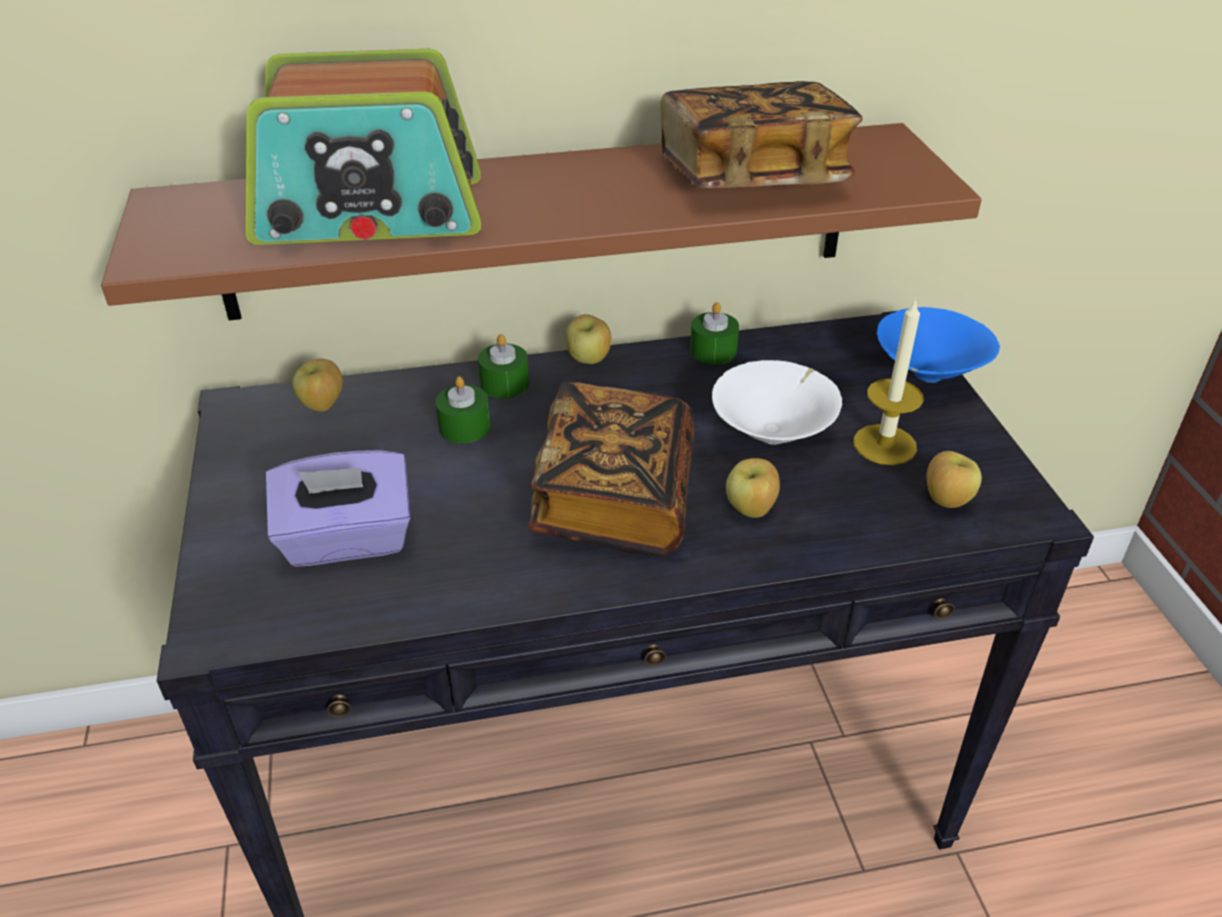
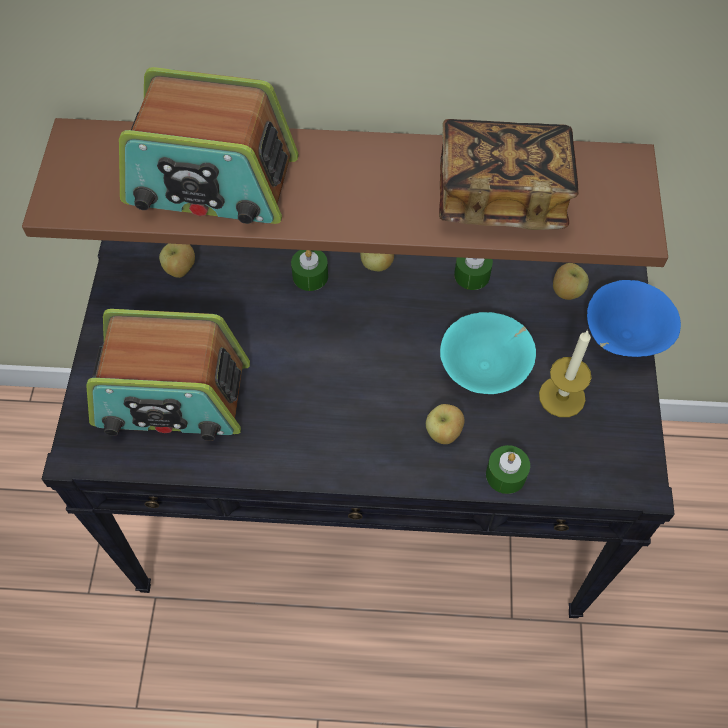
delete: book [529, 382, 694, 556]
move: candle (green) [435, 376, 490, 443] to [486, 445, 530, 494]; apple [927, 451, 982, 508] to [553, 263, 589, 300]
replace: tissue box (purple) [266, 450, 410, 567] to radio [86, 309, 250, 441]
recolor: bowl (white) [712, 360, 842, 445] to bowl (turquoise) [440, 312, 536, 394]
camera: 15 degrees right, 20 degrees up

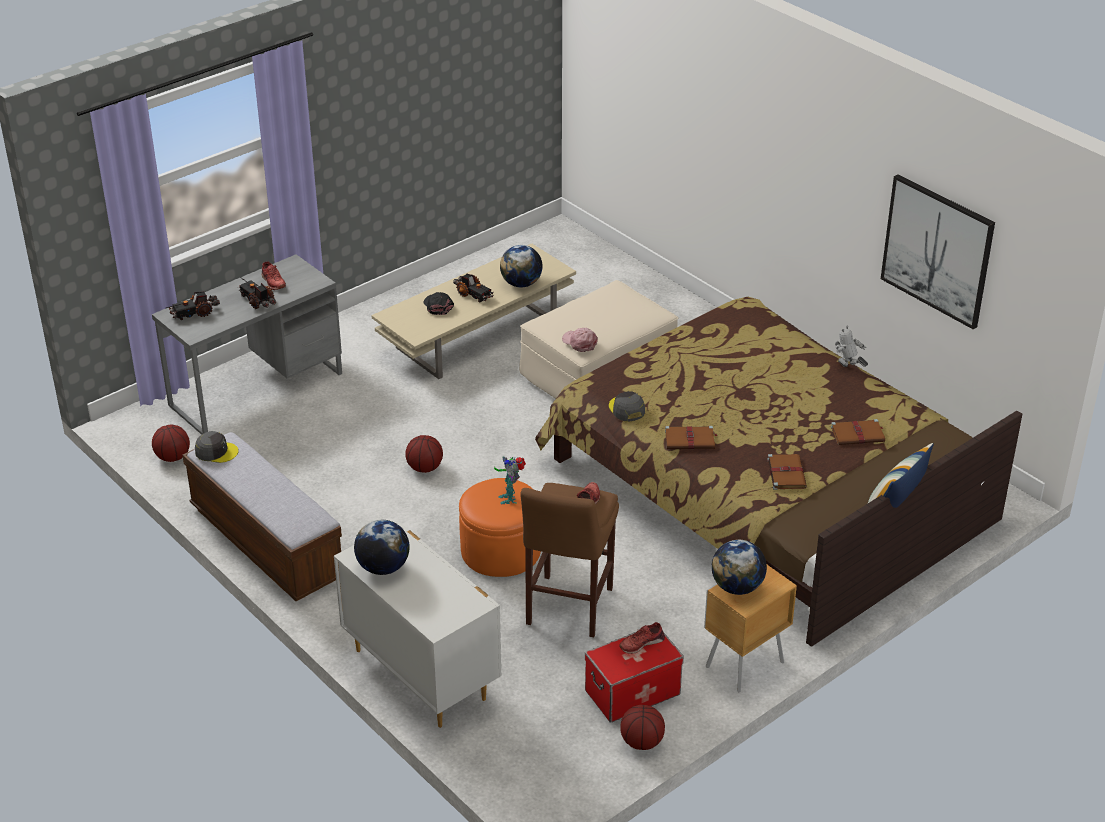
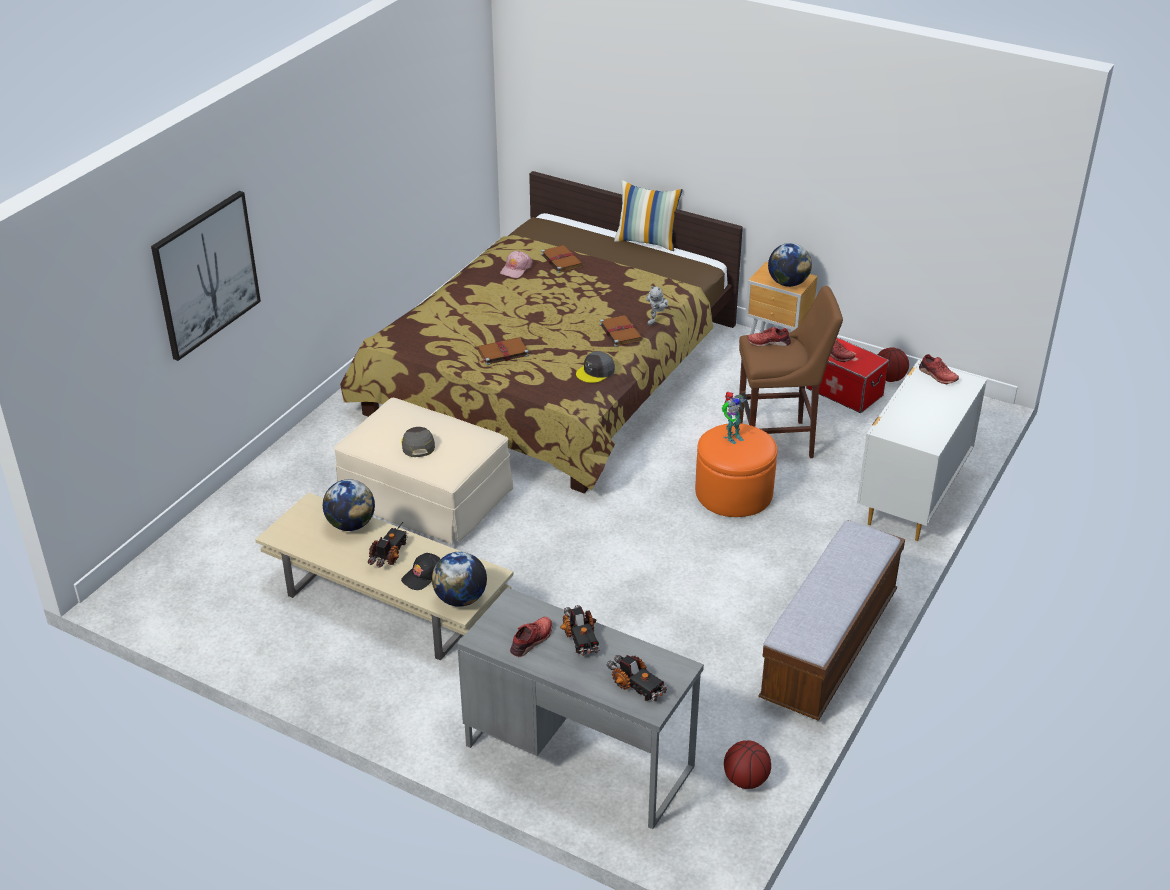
delete: basketball [405, 435, 443, 473]
insert: shoe (red) [919, 354, 959, 384]
move: picture [881, 174, 995, 329] to [151, 191, 261, 361]; toy robot [835, 325, 868, 367] to [646, 286, 668, 326]; cap (pink) [562, 328, 598, 352] to [500, 251, 533, 278]; cap (grey) [195, 431, 239, 463] to [401, 427, 435, 457]; book (brown) [767, 454, 807, 490] to [477, 337, 529, 365]; globe [354, 520, 410, 575] to [432, 552, 487, 607]
rotate: toy truck [238, 277, 276, 309] = [560, 605, 600, 656] 45 degrees counterclockwise
camera: 110 degrees left, 0 degrees up

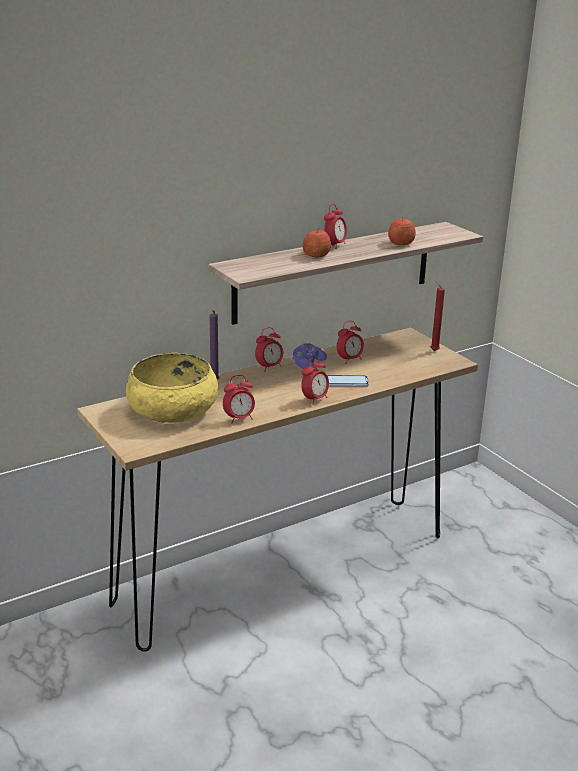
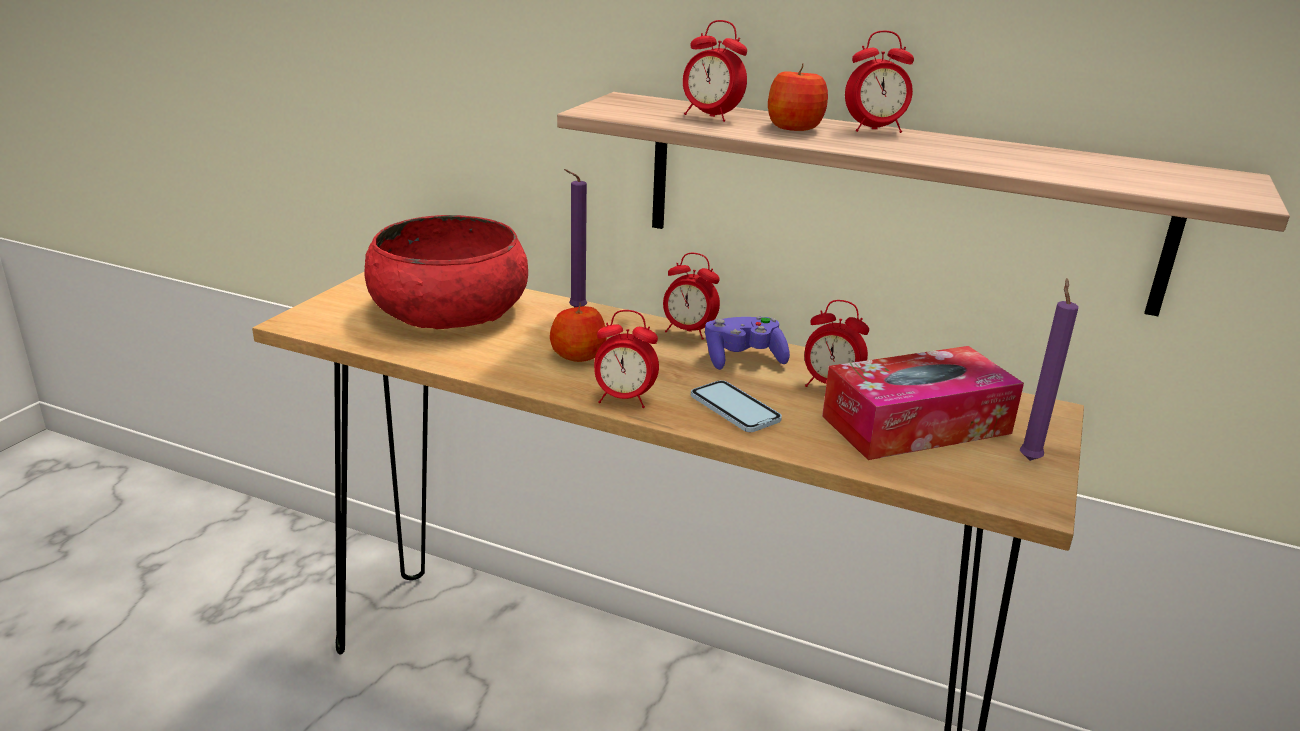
insert: tissue box [822, 346, 1024, 460]
move: apple [388, 217, 416, 245] to [550, 303, 607, 362]; alarm clock [223, 375, 255, 423] to [683, 20, 747, 122]
recolor: candle (red) [431, 280, 445, 351] to candle (purple) [1020, 278, 1079, 461]; bowl (yellow) [126, 353, 218, 423] to bowl (red) [364, 215, 528, 329]
camera: 55 degrees right, 0 degrees up

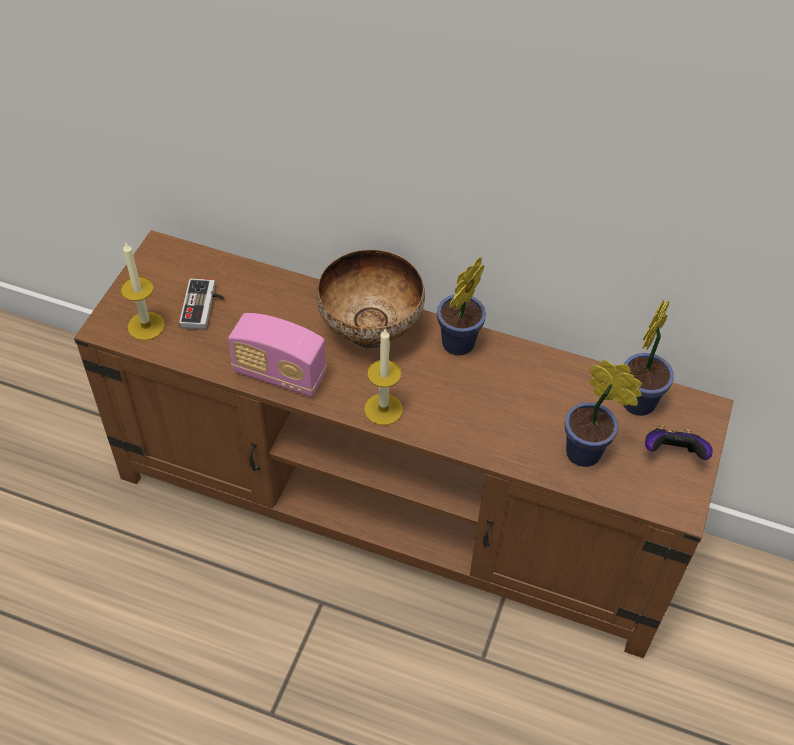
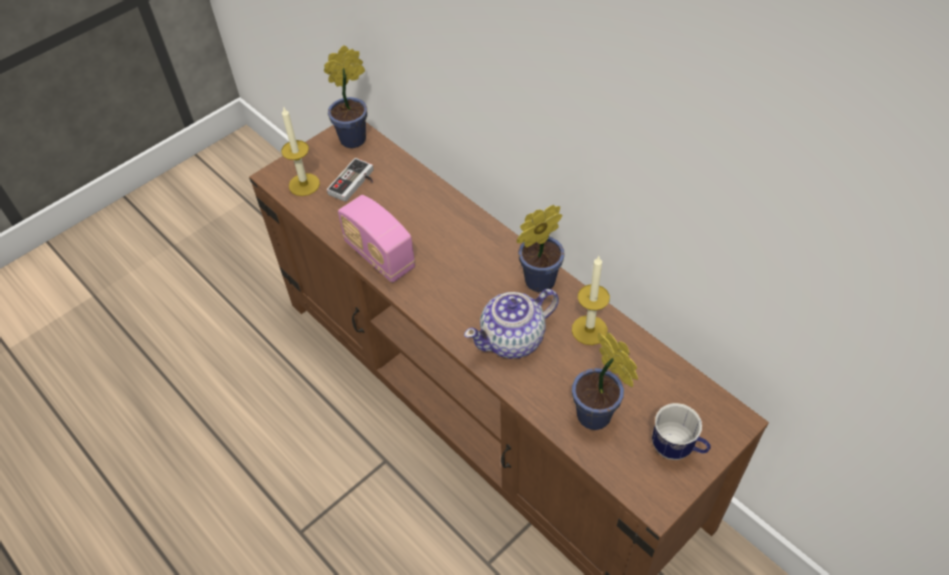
delete: bowl [317, 249, 425, 348]
insert: teapot [464, 289, 559, 359]
move: potted plant [623, 300, 674, 416] to [324, 45, 367, 148]; candle [364, 329, 403, 425] to [572, 256, 610, 345]
replace: game controller [645, 425, 713, 460] to mug [652, 403, 711, 460]
camera: 30 degrees right, 0 degrees up

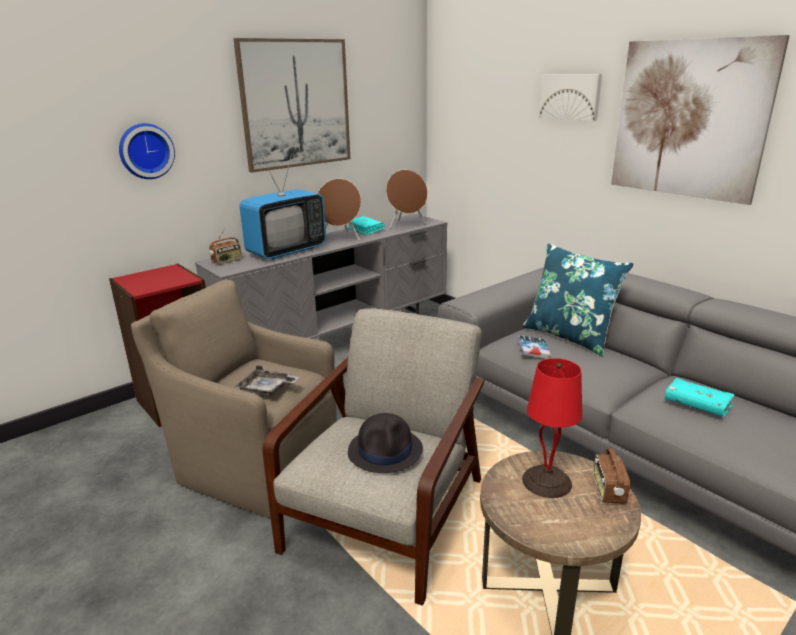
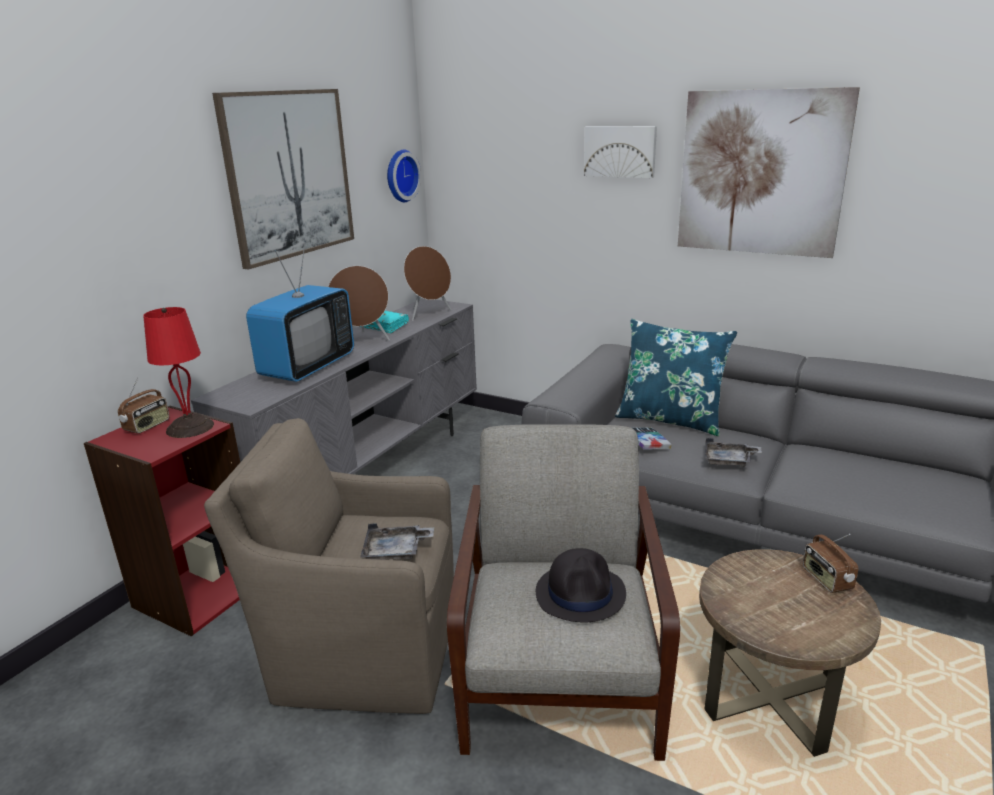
delete: book (turquoise) [665, 378, 735, 417]
insert: tray (grey) [705, 438, 762, 467]
move: wall clock [119, 123, 175, 179] to [387, 150, 421, 202]; radio [209, 228, 242, 264] to [118, 377, 170, 434]; table lamp (red) [522, 358, 582, 498] to [143, 307, 214, 438]
camera: 20 degrees left, 0 degrees up

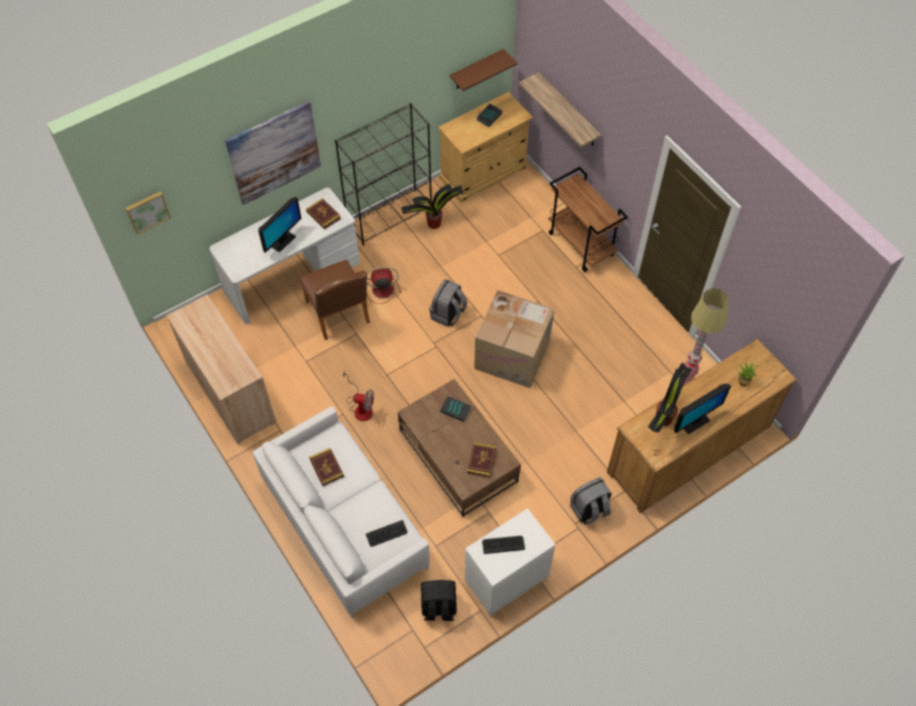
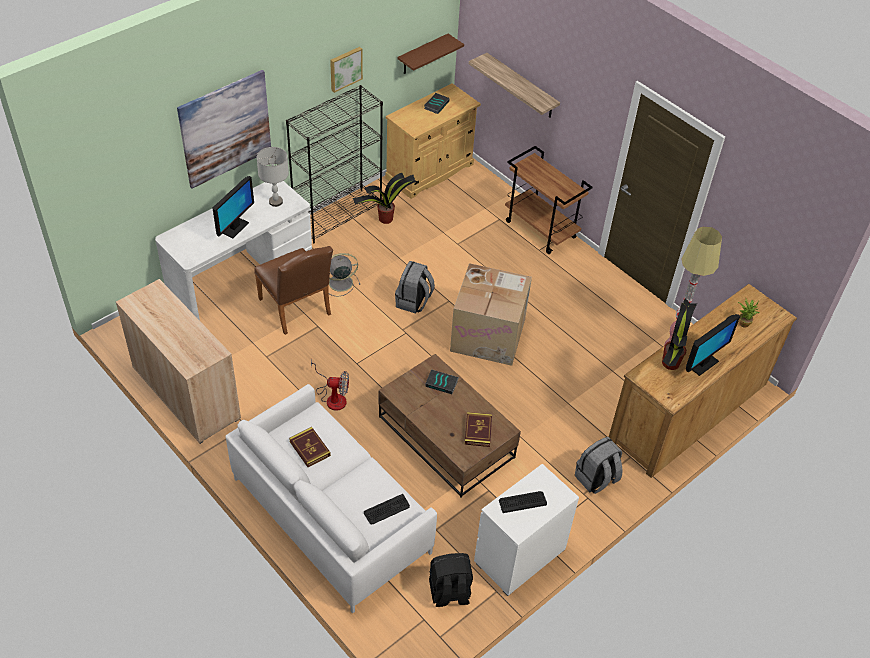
move: picture [126, 191, 171, 235] to [330, 47, 363, 93]
replace: book [306, 198, 341, 229] to table lamp (grey) [257, 147, 289, 207]
recolor: fan (red) [366, 266, 401, 304] to fan (grey) [329, 253, 360, 297]
camera: 10 degrees left, 10 degrees down

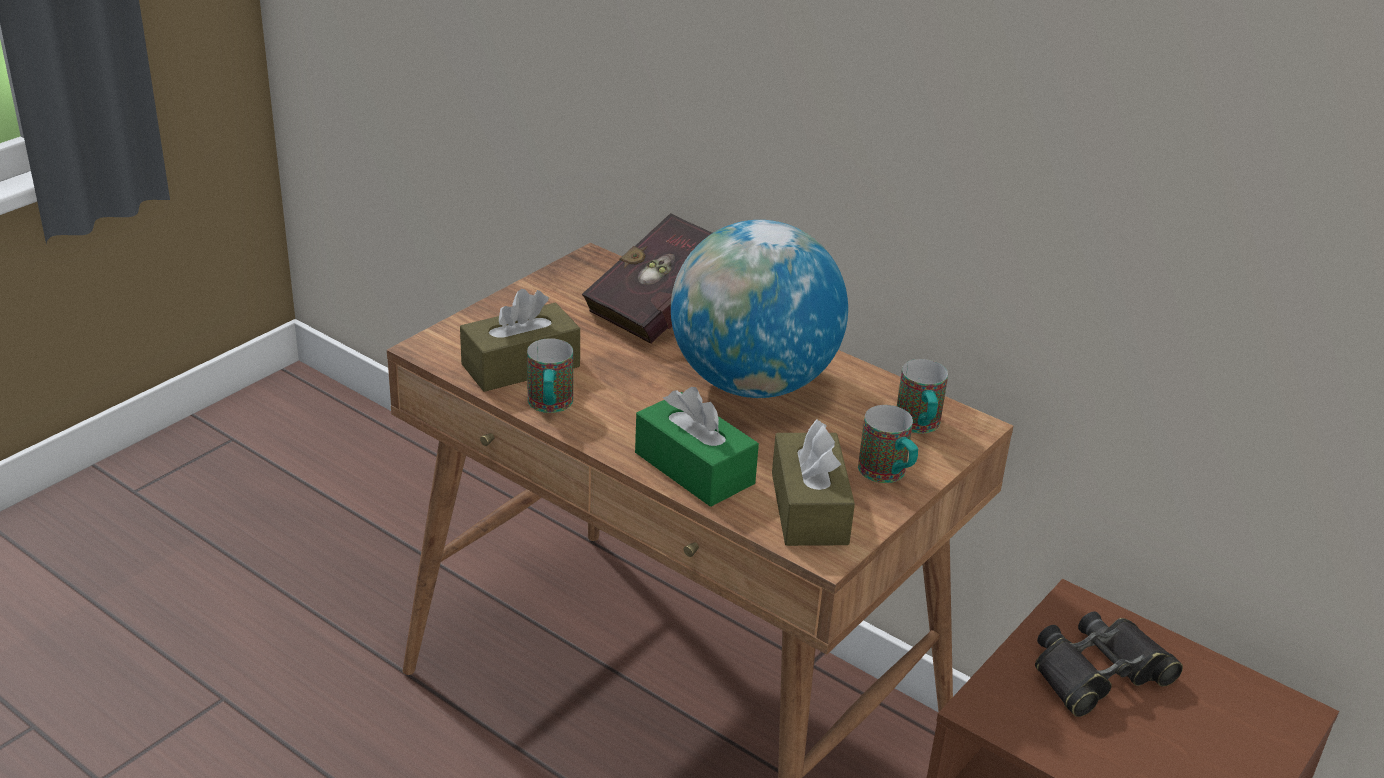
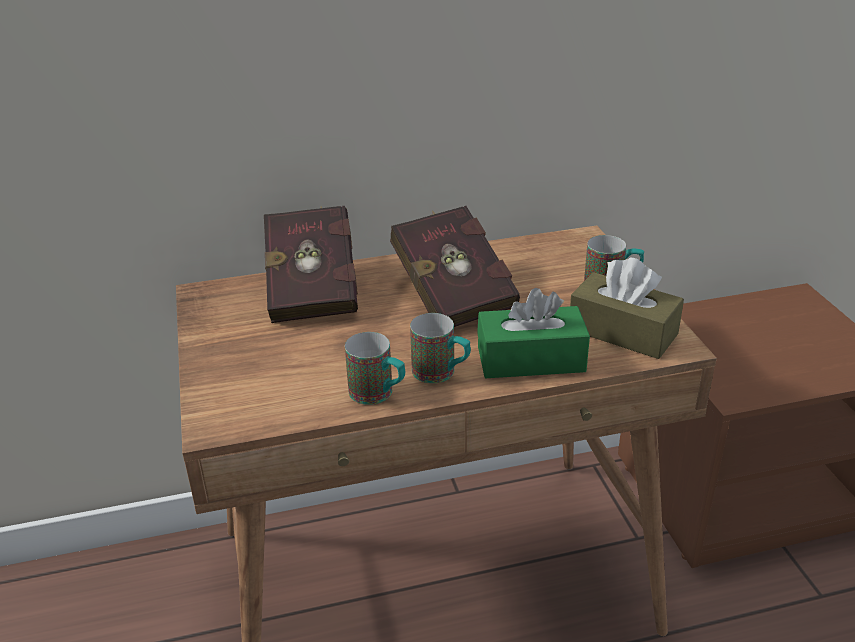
delete: tissue box (brown) [460, 289, 580, 392]; binoculars (black) [1035, 611, 1183, 717]
move: mug [897, 359, 948, 433] to [410, 313, 471, 383]
replace: globe [671, 220, 848, 398] to book (red) [390, 206, 520, 327]
camera: 50 degrees left, 0 degrees up

